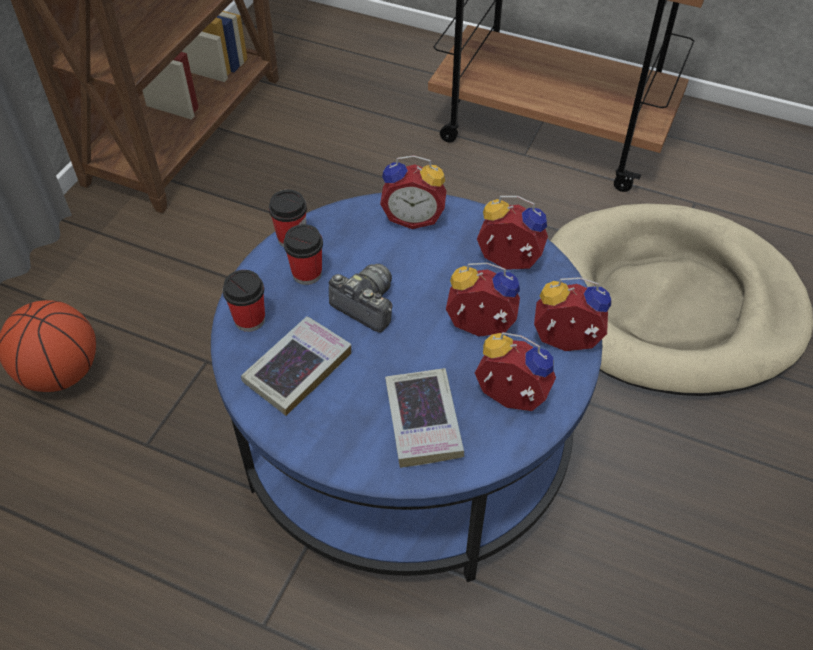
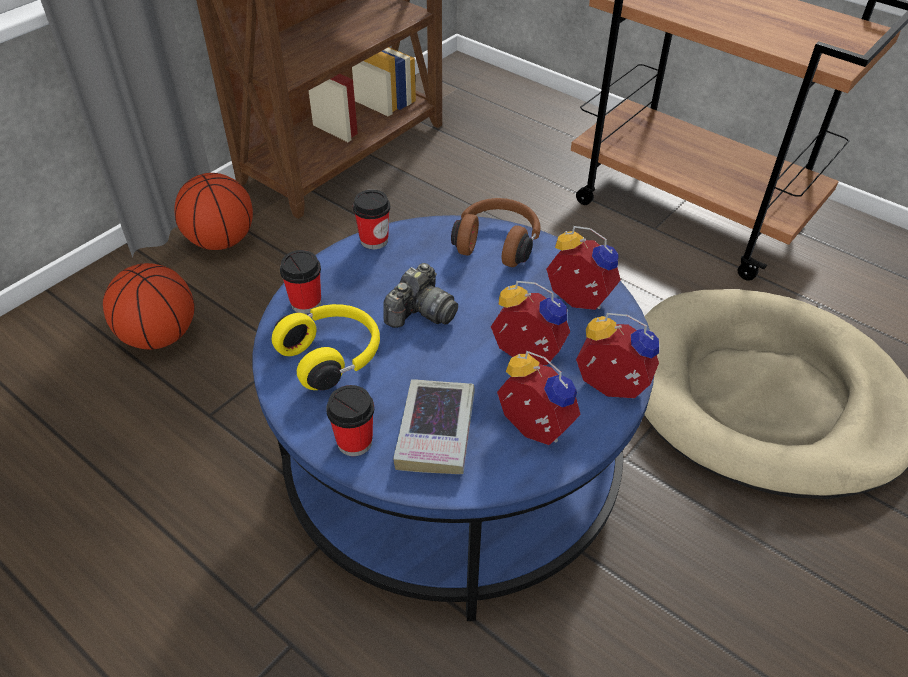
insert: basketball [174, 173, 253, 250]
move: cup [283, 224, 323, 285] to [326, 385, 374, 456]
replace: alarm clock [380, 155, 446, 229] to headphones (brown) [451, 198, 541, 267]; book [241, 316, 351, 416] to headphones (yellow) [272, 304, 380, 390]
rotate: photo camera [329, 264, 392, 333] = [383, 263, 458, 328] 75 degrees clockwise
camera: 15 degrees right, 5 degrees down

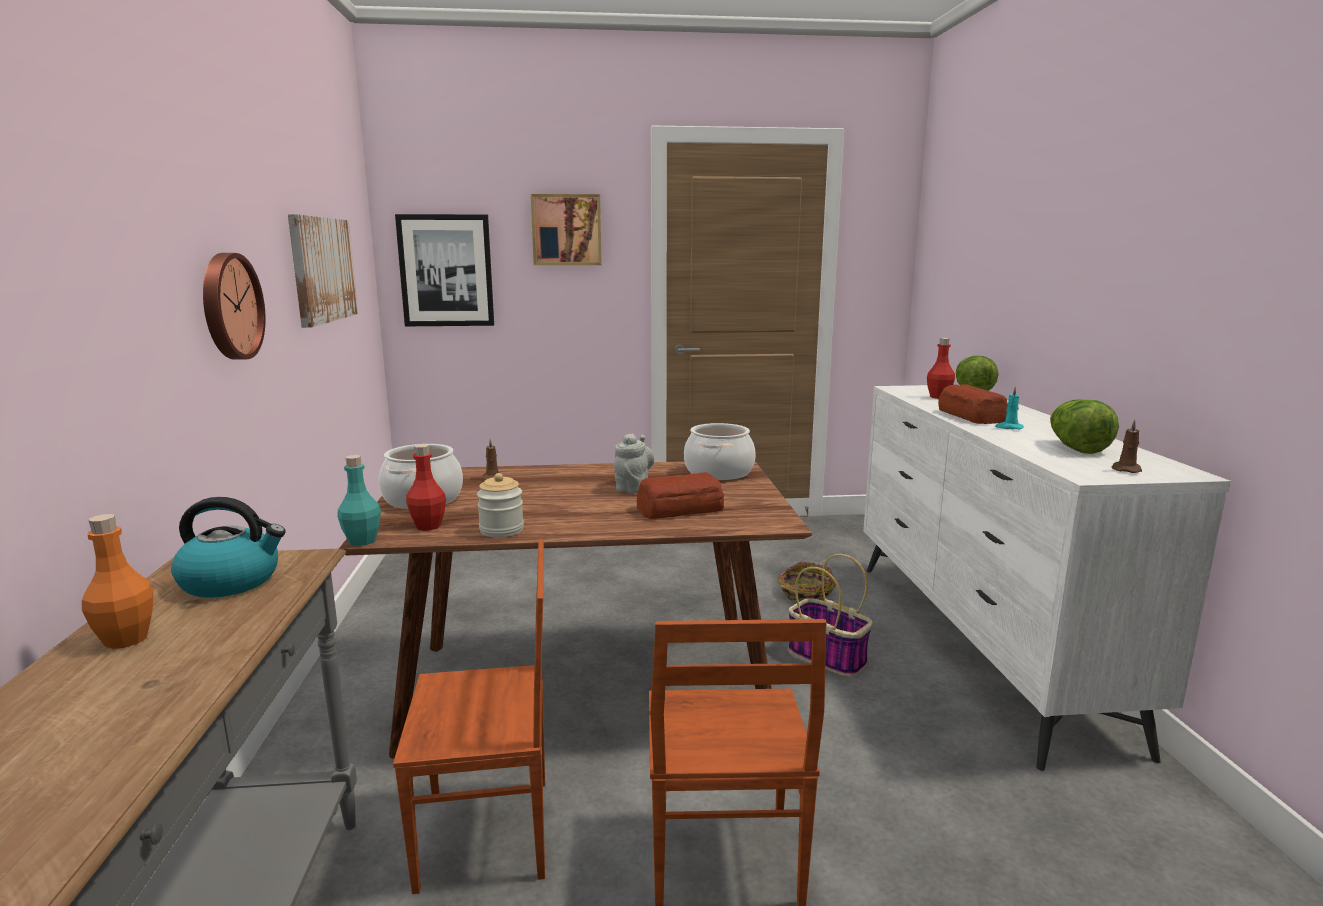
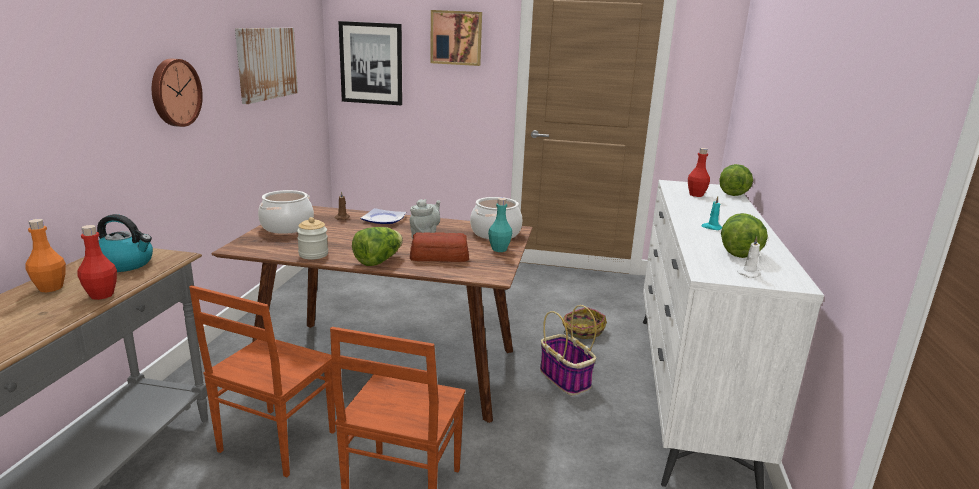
delete: bread [938, 384, 1008, 424]
insert: plate [360, 208, 406, 224]; lettuce [352, 227, 403, 266]
move: bottle (red) [406, 444, 446, 531] to [77, 225, 117, 300]; bottle (turquoise) [337, 455, 381, 546] to [488, 198, 512, 252]
recolor: candle (brown) [1112, 420, 1142, 473] to candle (white) [737, 237, 761, 278]
rotate: chair (brown) [393, 539, 545, 894] = [189, 285, 335, 477] 105 degrees clockwise
camera: 15 degrees right, 5 degrees up

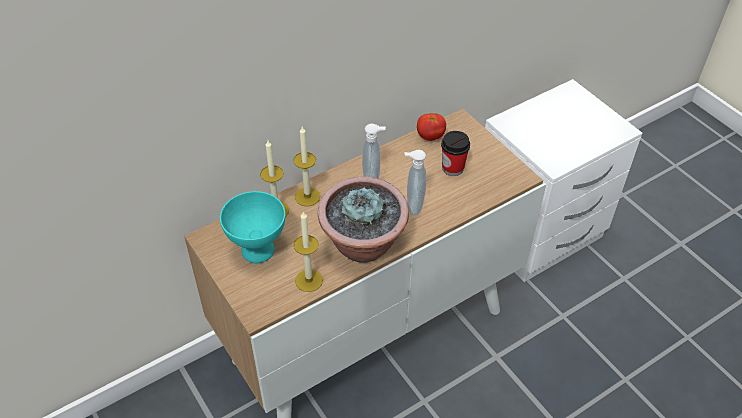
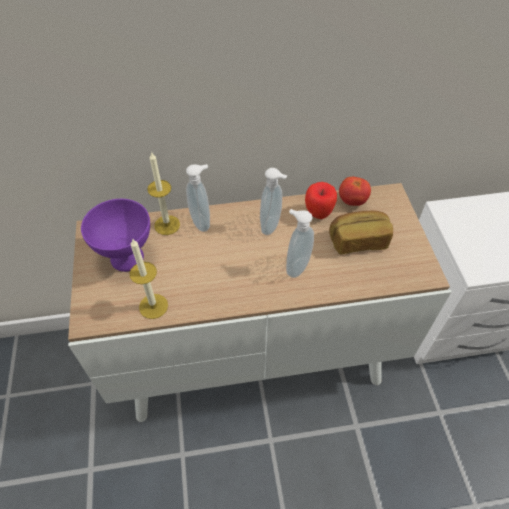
delete: potted plant [318, 177, 409, 263]
insert: apple [305, 182, 337, 219]
replace: candle [293, 127, 320, 206] to soap dispenser [186, 164, 210, 232]; cup [441, 131, 470, 176] to bread [329, 211, 393, 254]
recolor: bowl (turquoise) [220, 191, 285, 263] to bowl (purple) [81, 199, 150, 272]
camera: 25 degrees right, 5 degrees up

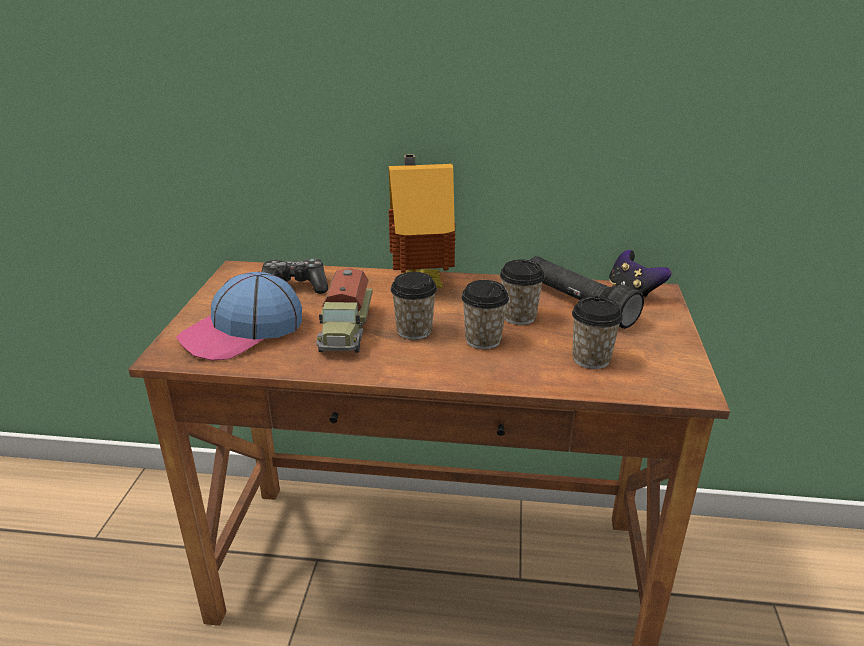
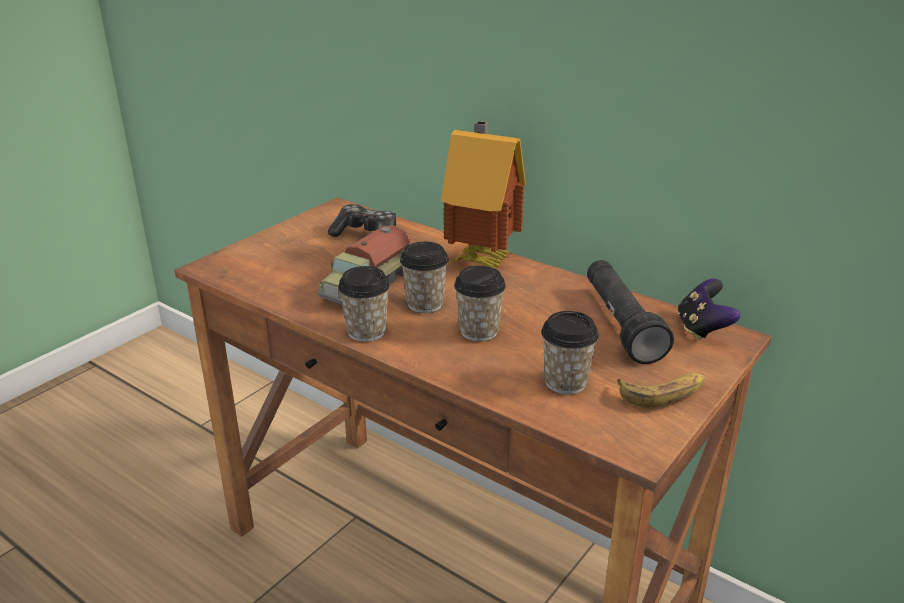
delete: cap [176, 272, 302, 360]
insert: banana [617, 372, 705, 408]
move: cup [500, 259, 545, 325] to [338, 266, 390, 342]
camera: 30 degrees right, 0 degrees up

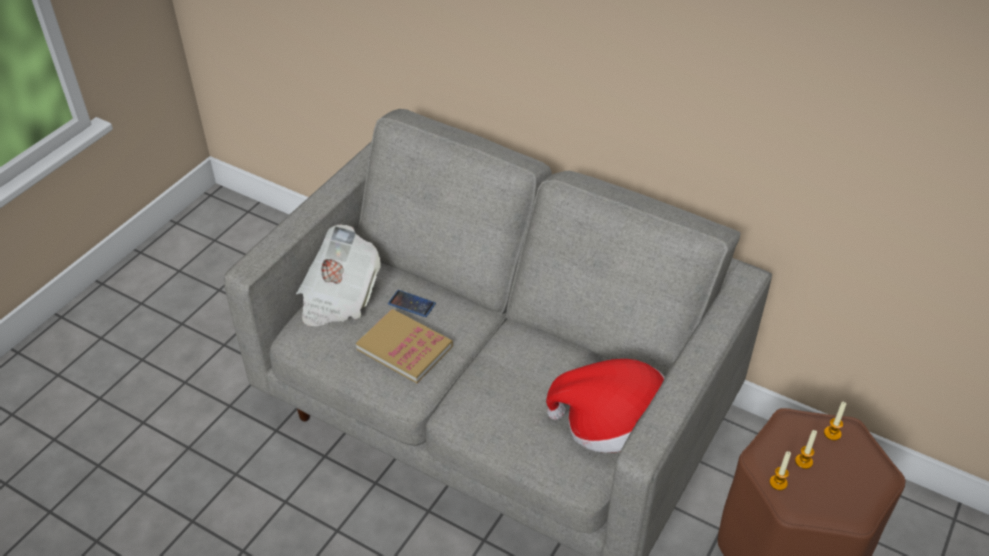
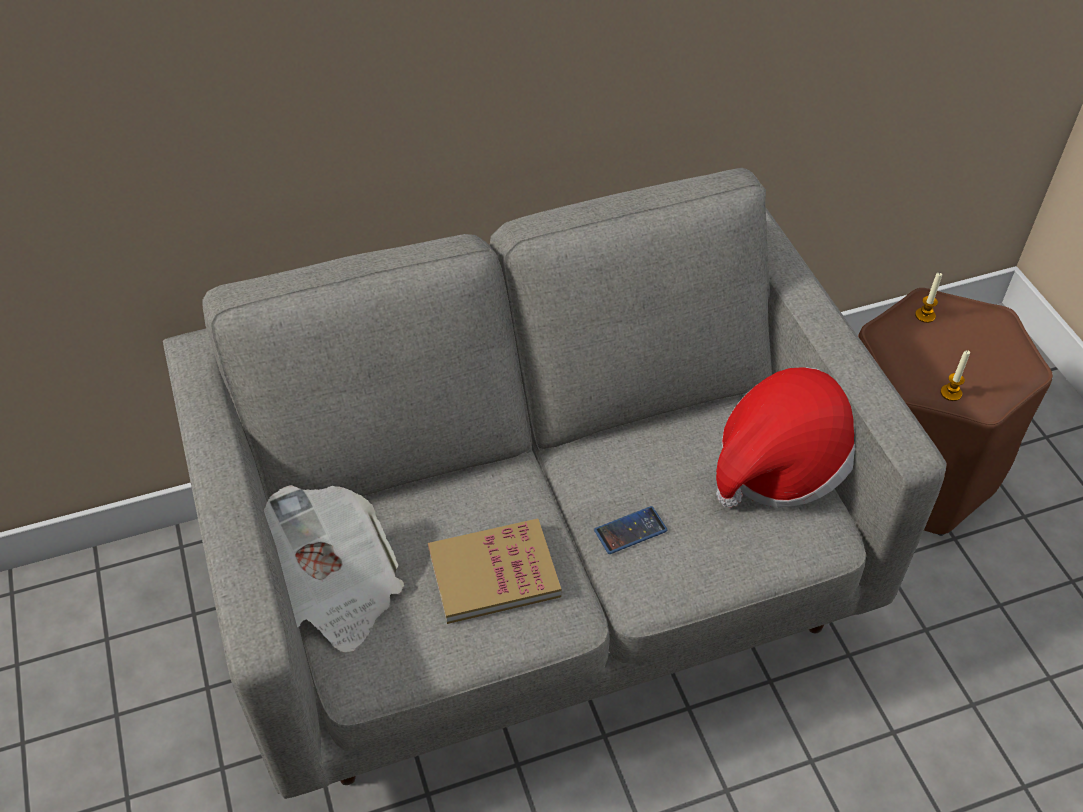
delete: candle [795, 430, 817, 469]
move: phone [388, 290, 436, 317] to [594, 506, 667, 554]
camera: 50 degrees left, 5 degrees up

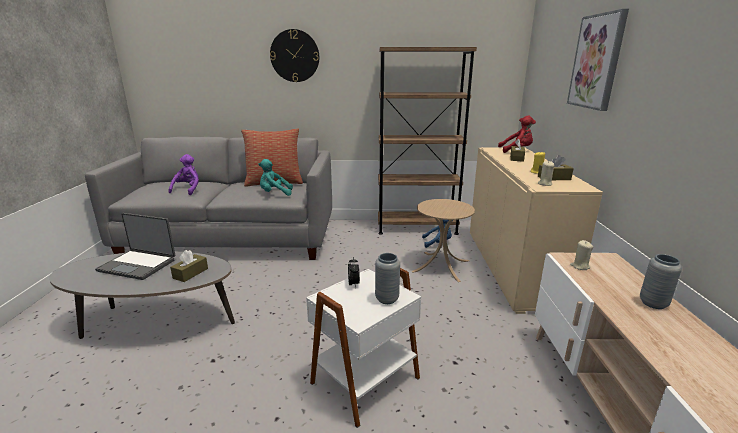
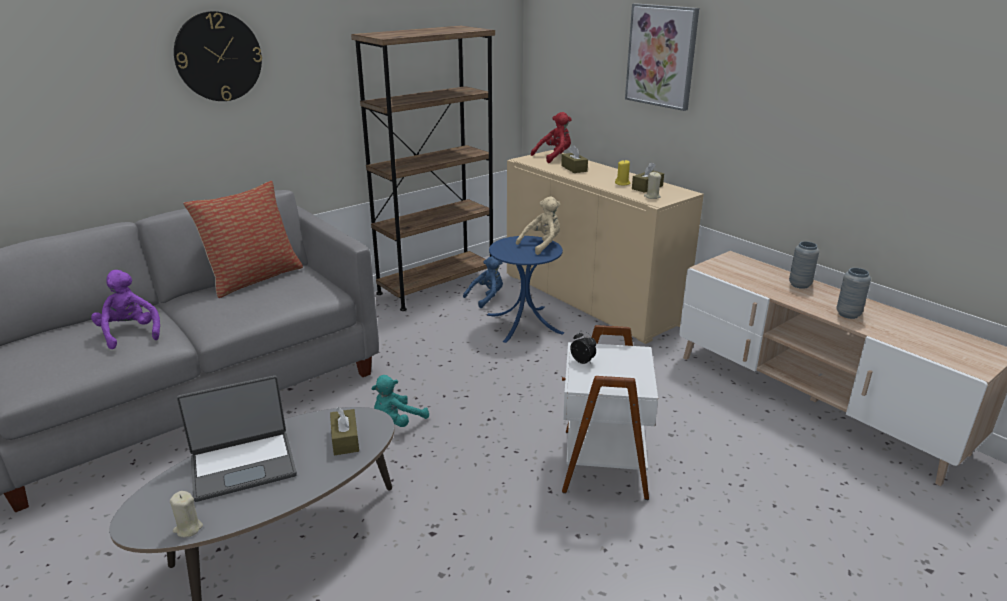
insert: plush toy (beige) [516, 196, 560, 255]
move: plush toy (turquoise) [258, 159, 293, 196] to [371, 375, 429, 427]; candle (beige) [570, 240, 593, 270] to [170, 491, 203, 538]; vase (grey) [375, 253, 400, 304] to [837, 268, 871, 319]
recolor: side table (beige) [411, 199, 475, 282] to side table (blue) [487, 236, 564, 343]
camera: 40 degrees left, 5 degrees up

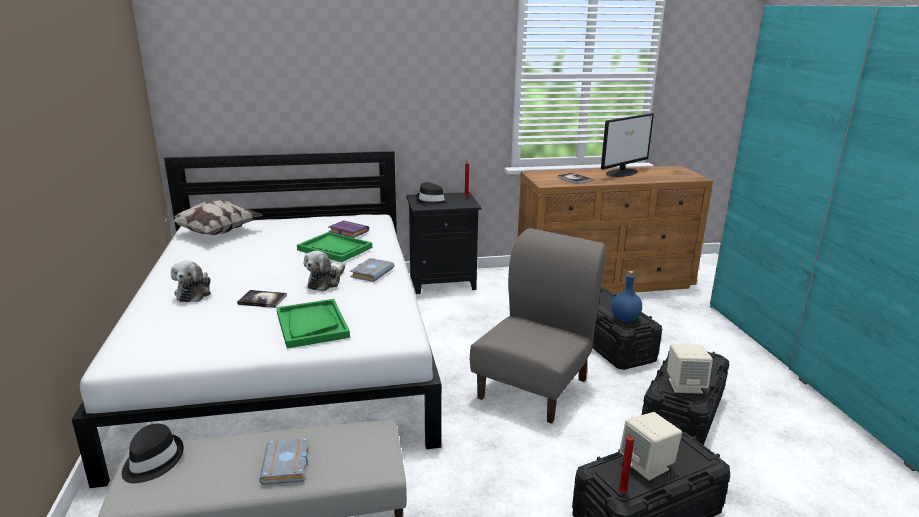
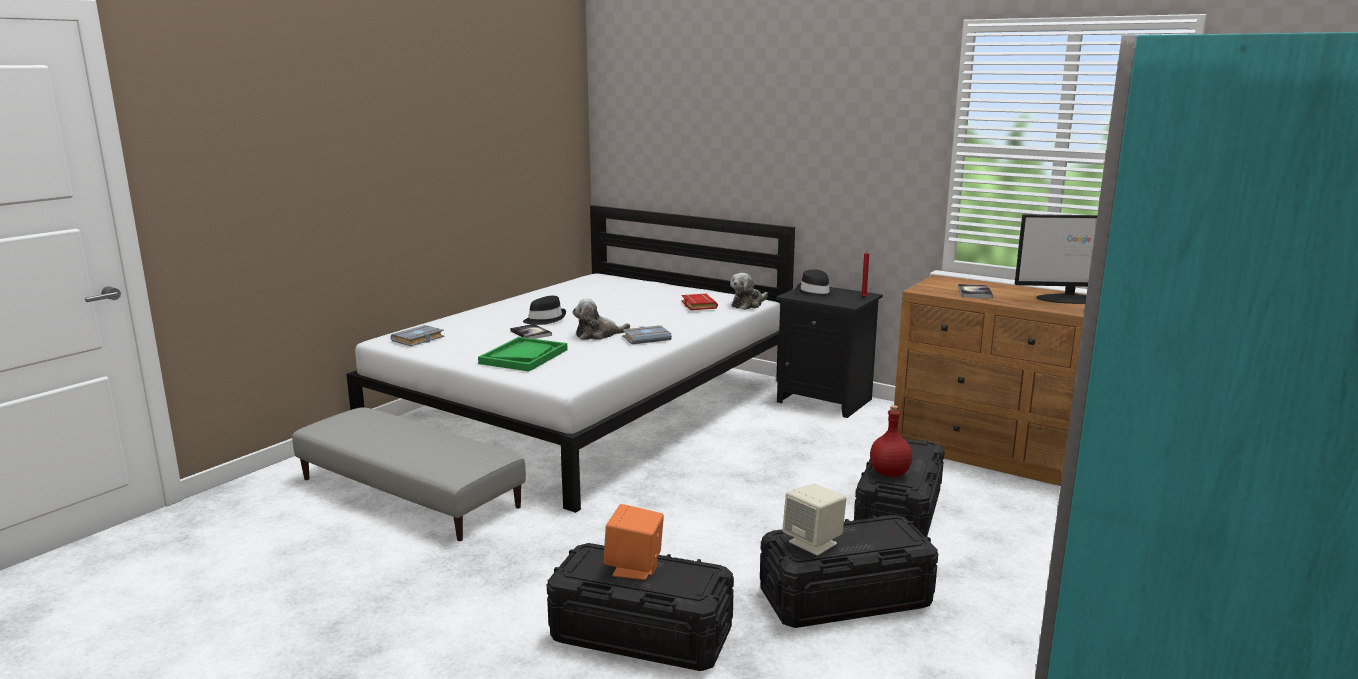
delete: pillow [161, 200, 262, 235]; chair (grey) [470, 228, 605, 424]; tray (green) [297, 232, 372, 262]; candle (red) [618, 427, 634, 493]
move: plush toy [171, 261, 211, 302] to [730, 273, 768, 310]; hat (black) [122, 424, 184, 483] to [523, 296, 566, 325]; book (grey) [259, 438, 309, 485] to [391, 325, 444, 346]
recolor: book (purple) [328, 220, 369, 238] to book (red) [681, 294, 718, 310]; bottle (blue) [611, 271, 642, 322] to bottle (red) [870, 405, 912, 477]; speaker (beige) [619, 412, 682, 481] to speaker (orange) [604, 504, 664, 580]
camera: 45 degrees right, 5 degrees down

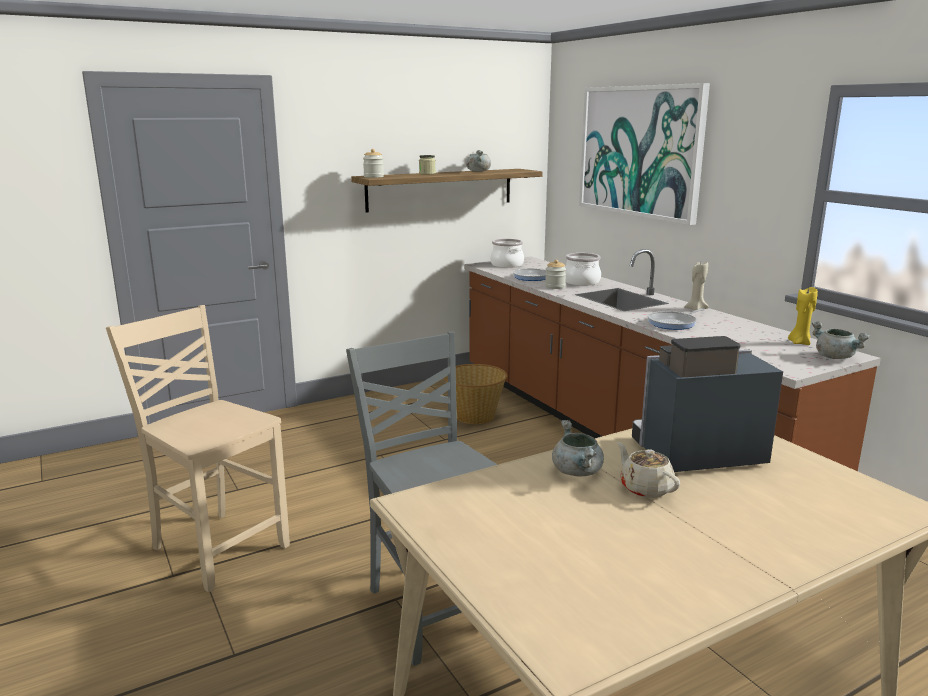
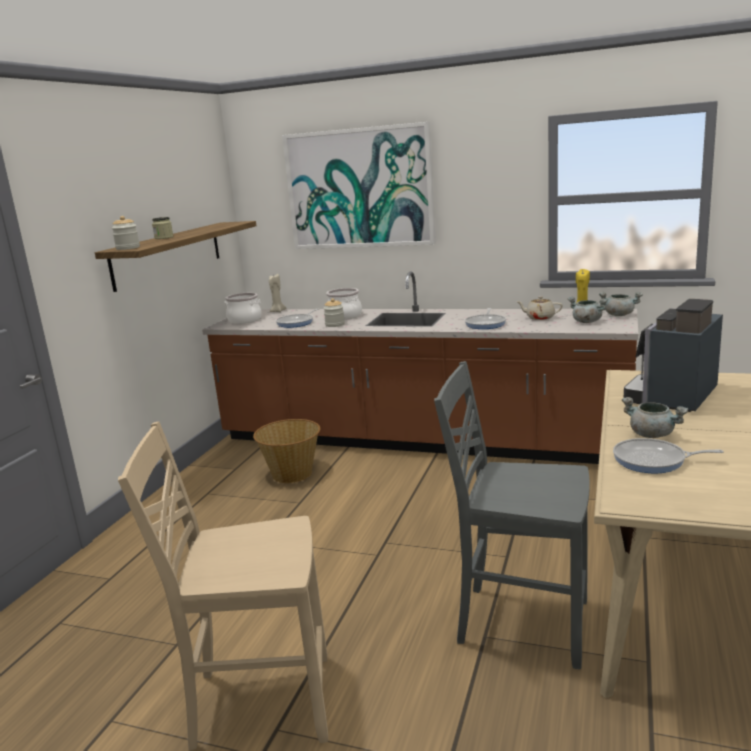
insert: frying pan [613, 438, 724, 473]
move: cooking pot (grey) [466, 150, 491, 172] to [568, 297, 608, 323]; candle (beige) [684, 262, 709, 310] to [269, 274, 286, 312]; teapot (beige) [617, 442, 680, 498] to [516, 296, 563, 320]
camera: 40 degrees left, 0 degrees up

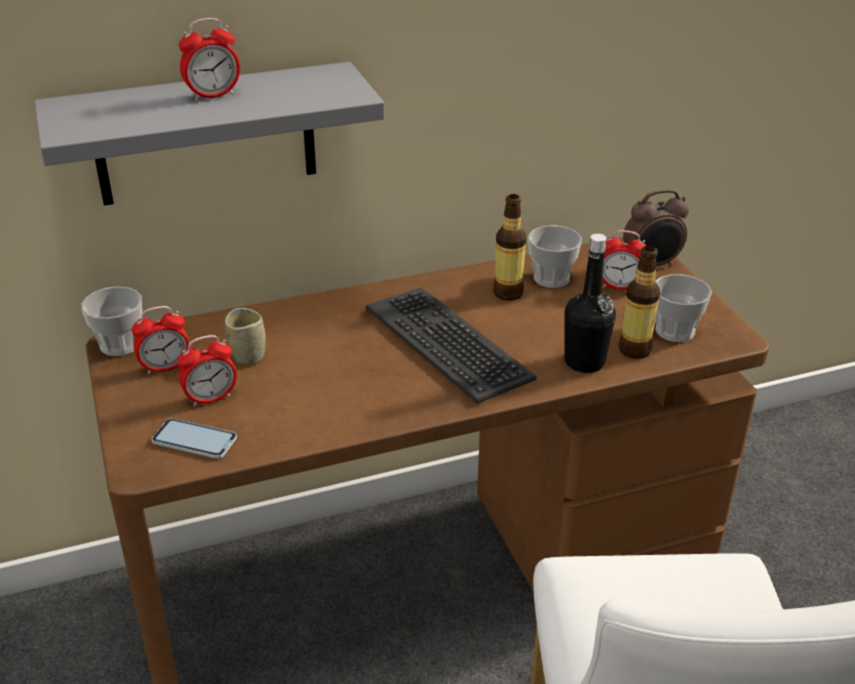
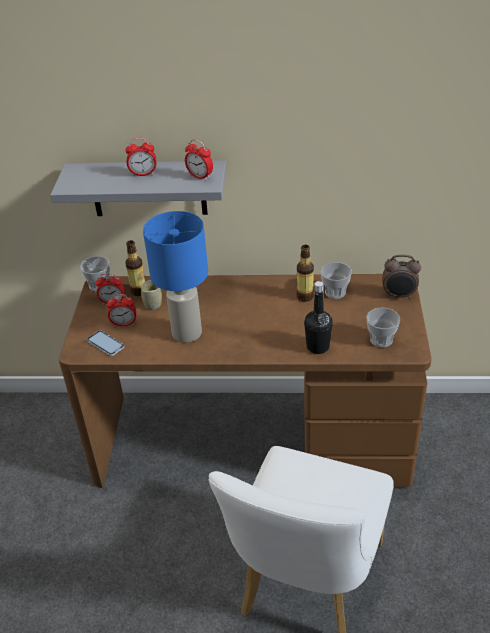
delete: keyboard [366, 287, 537, 404]
insert: table lamp (blue) [143, 211, 208, 343]
move: alarm clock [602, 230, 646, 290] to [185, 140, 213, 181]; bottle [619, 246, 660, 359] to [125, 240, 145, 296]
camera: 25 degrees right, 5 degrees up

